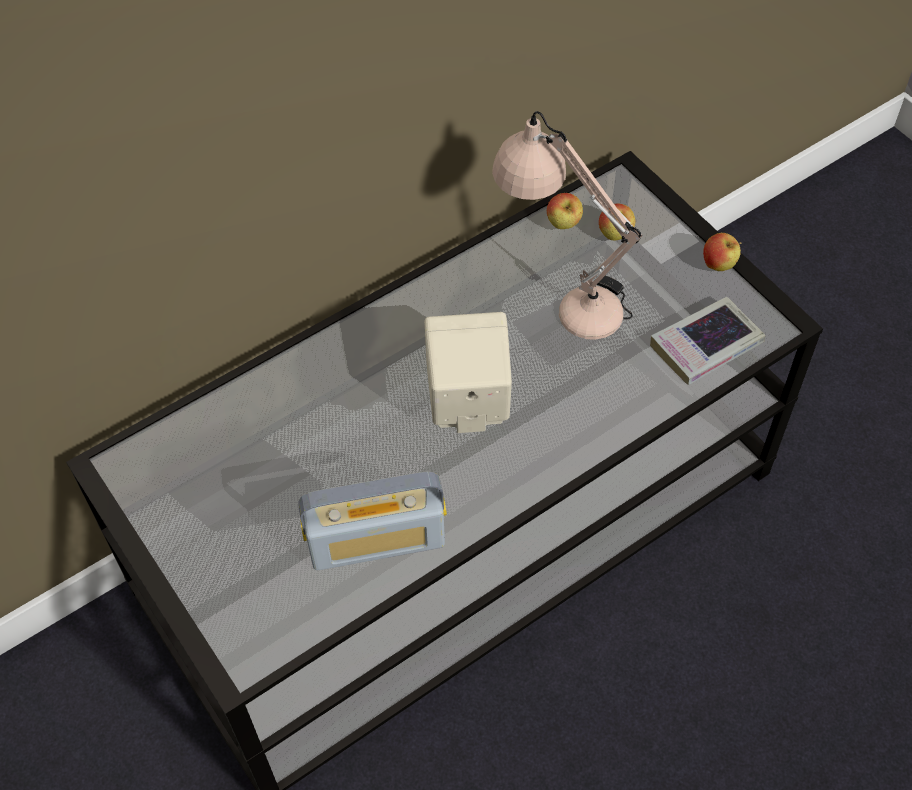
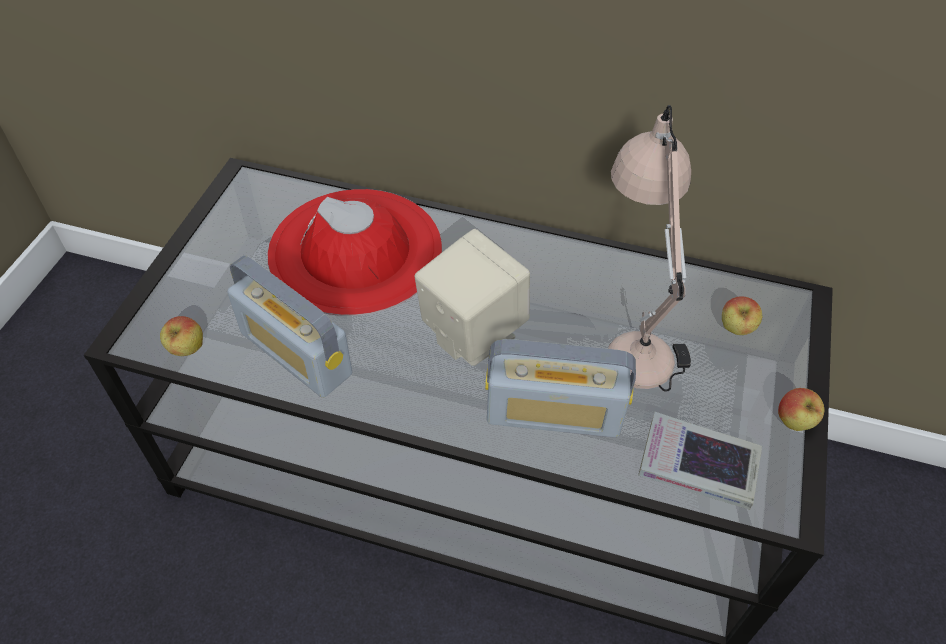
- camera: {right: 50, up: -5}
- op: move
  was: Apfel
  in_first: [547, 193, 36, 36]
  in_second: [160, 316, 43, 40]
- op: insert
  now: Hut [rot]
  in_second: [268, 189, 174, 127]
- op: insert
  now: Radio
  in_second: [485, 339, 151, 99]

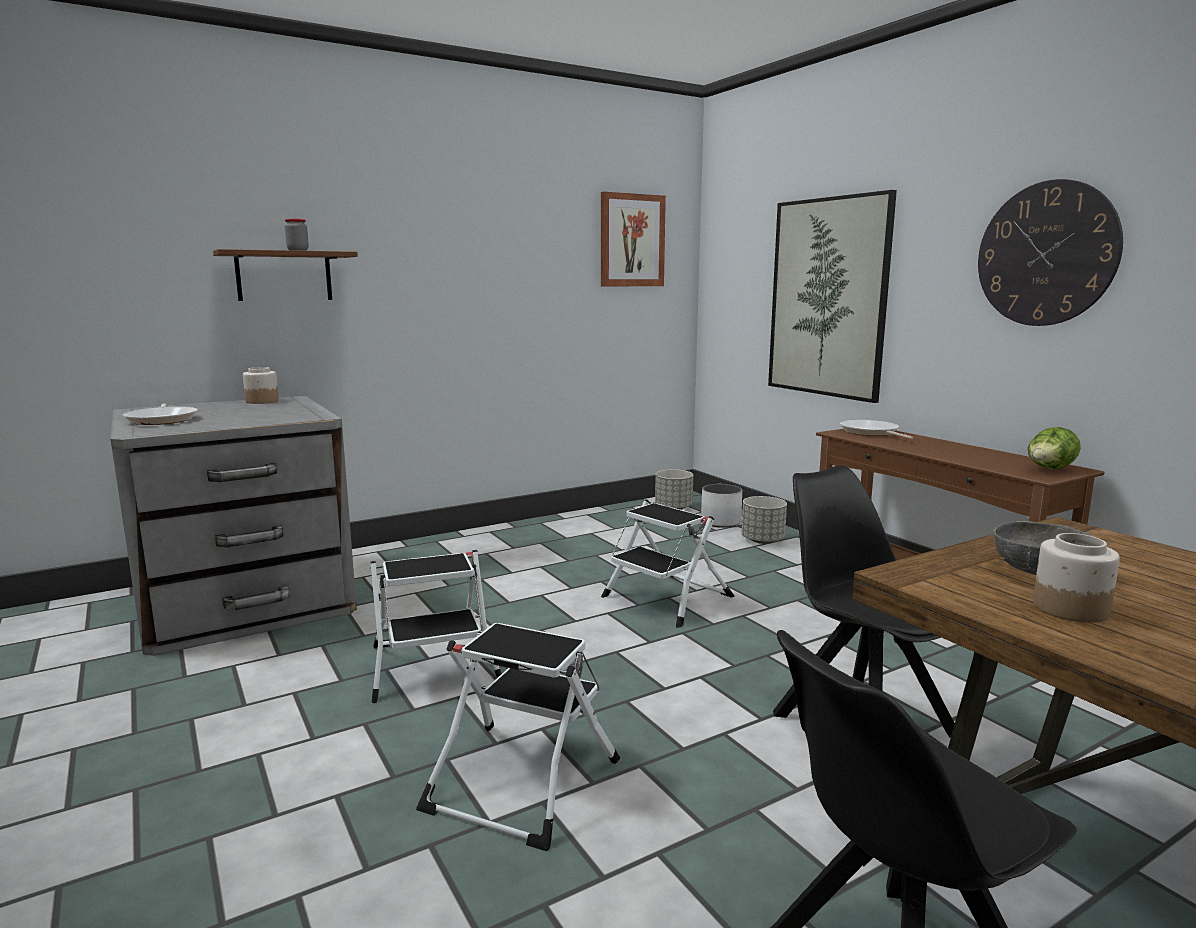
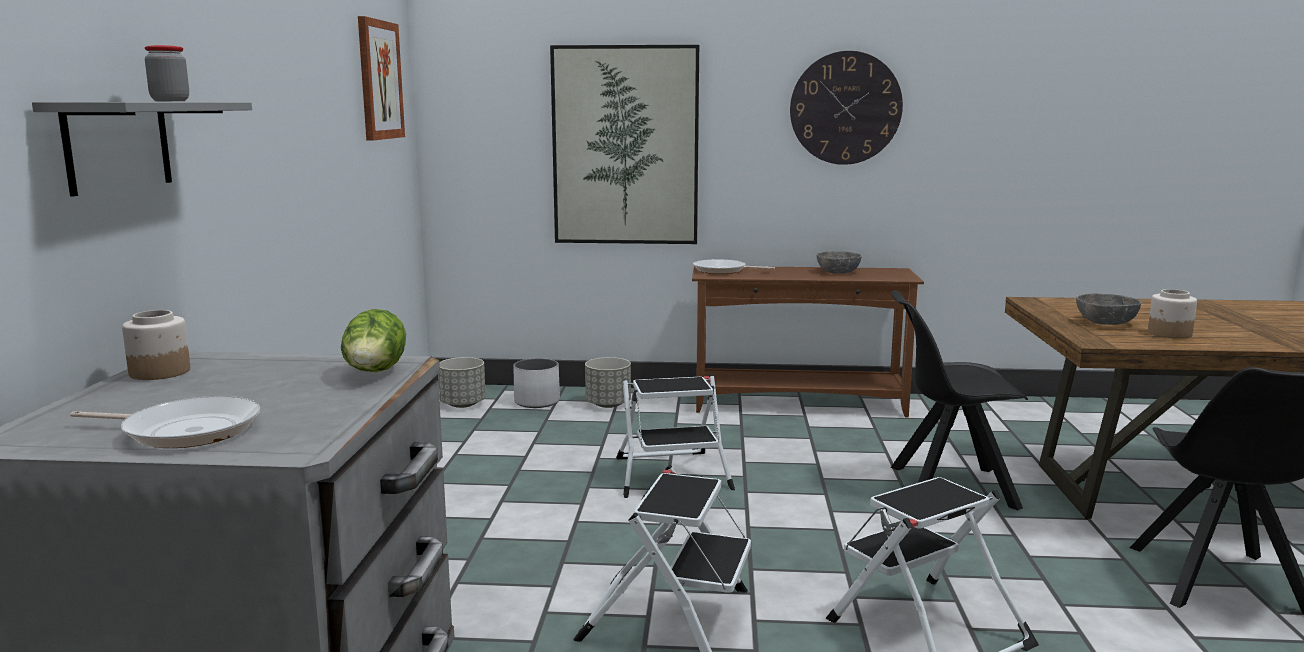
- camera: {right: -55, up: 0}
- op: recolor
  was: Wandregal [braun]
  now: Wandregal [grau]
  in_first: [213, 249, 145, 52]
  in_second: [32, 102, 220, 95]
- op: move
  was: Salatkopf
  in_first: [1028, 427, 53, 42]
  in_second: [341, 309, 65, 63]
- op: insert
  now: Schüssel [grau]
  in_second: [817, 251, 45, 22]

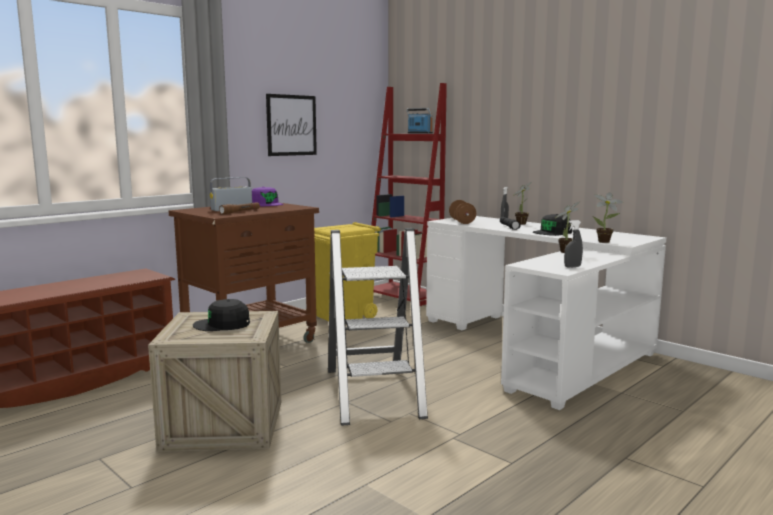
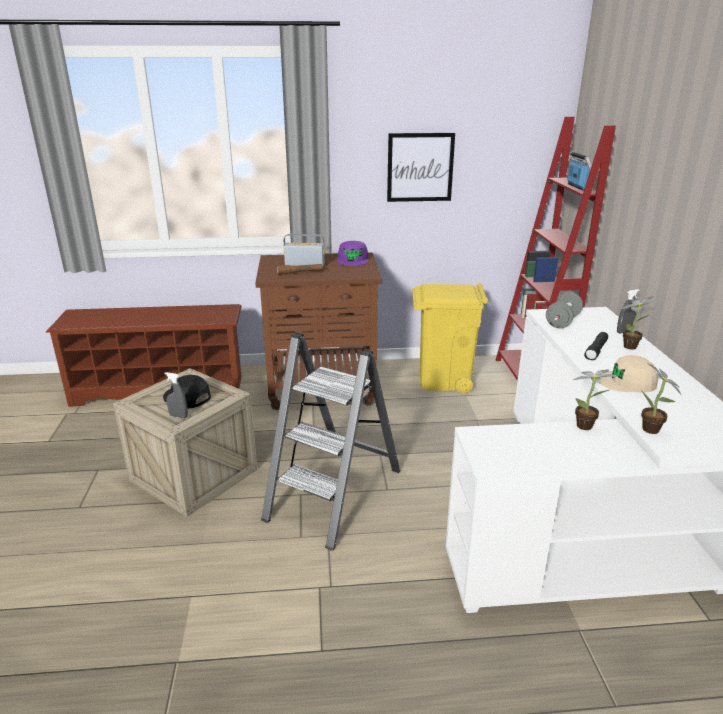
- camera: {right: 40, up: 15}
- op: recolor
  was: Hantel [braun]
  now: Hantel [grau]
  in_first: [449, 200, 27, 24]
  in_second: [546, 292, 37, 37]
- op: recolor
  was: Kappe [schwarz]
  now: Kappe [beige]
  in_first: [533, 214, 39, 22]
  in_second: [599, 355, 59, 38]
- op: move
  was: Sprühflasche [grau]
  in_first: [564, 220, 19, 48]
  in_second: [164, 372, 24, 46]

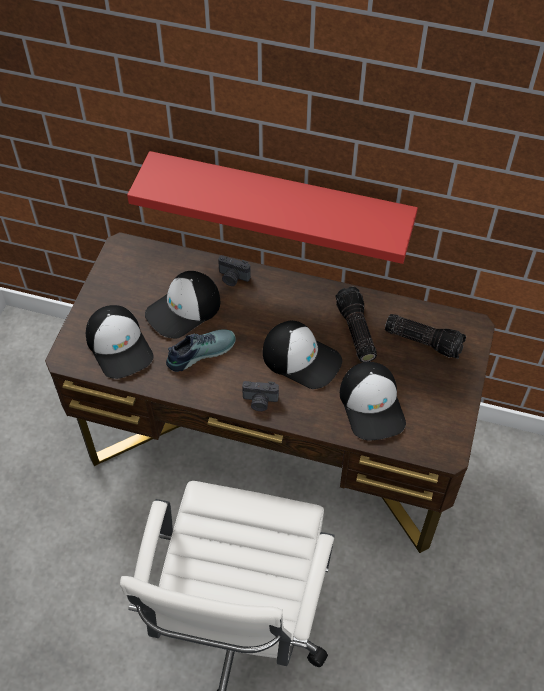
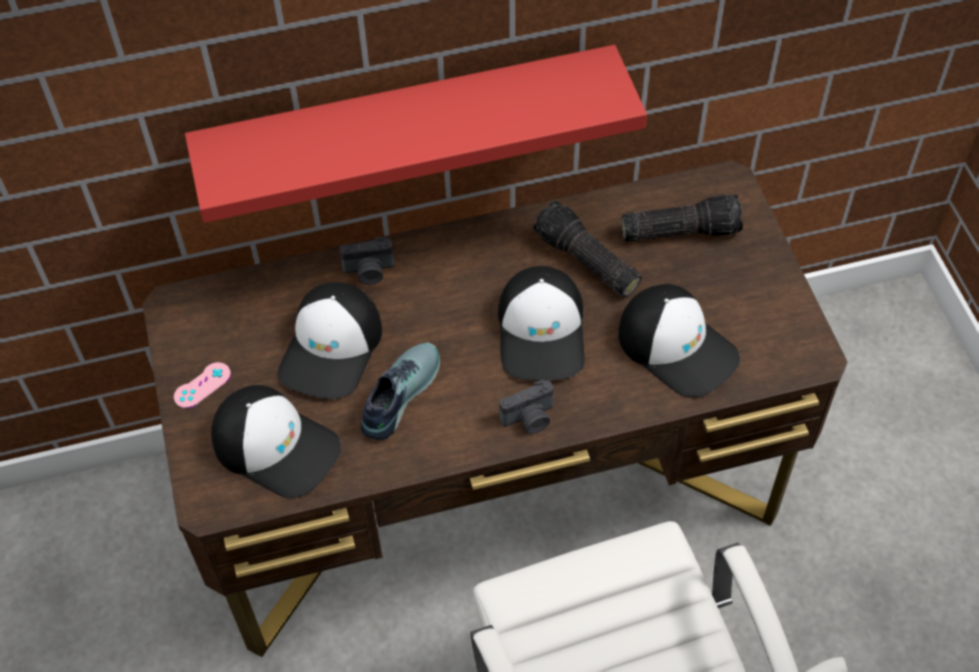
- camera: {right: -30, up: 0}
- op: rotate
  was: Kappe
  in_first: [263, 321, 79, 68]
  in_second: [498, 266, 87, 115]
  clockwise: 90
- op: insert
  now: Gamepad [rosa]
  in_second: [174, 362, 57, 46]

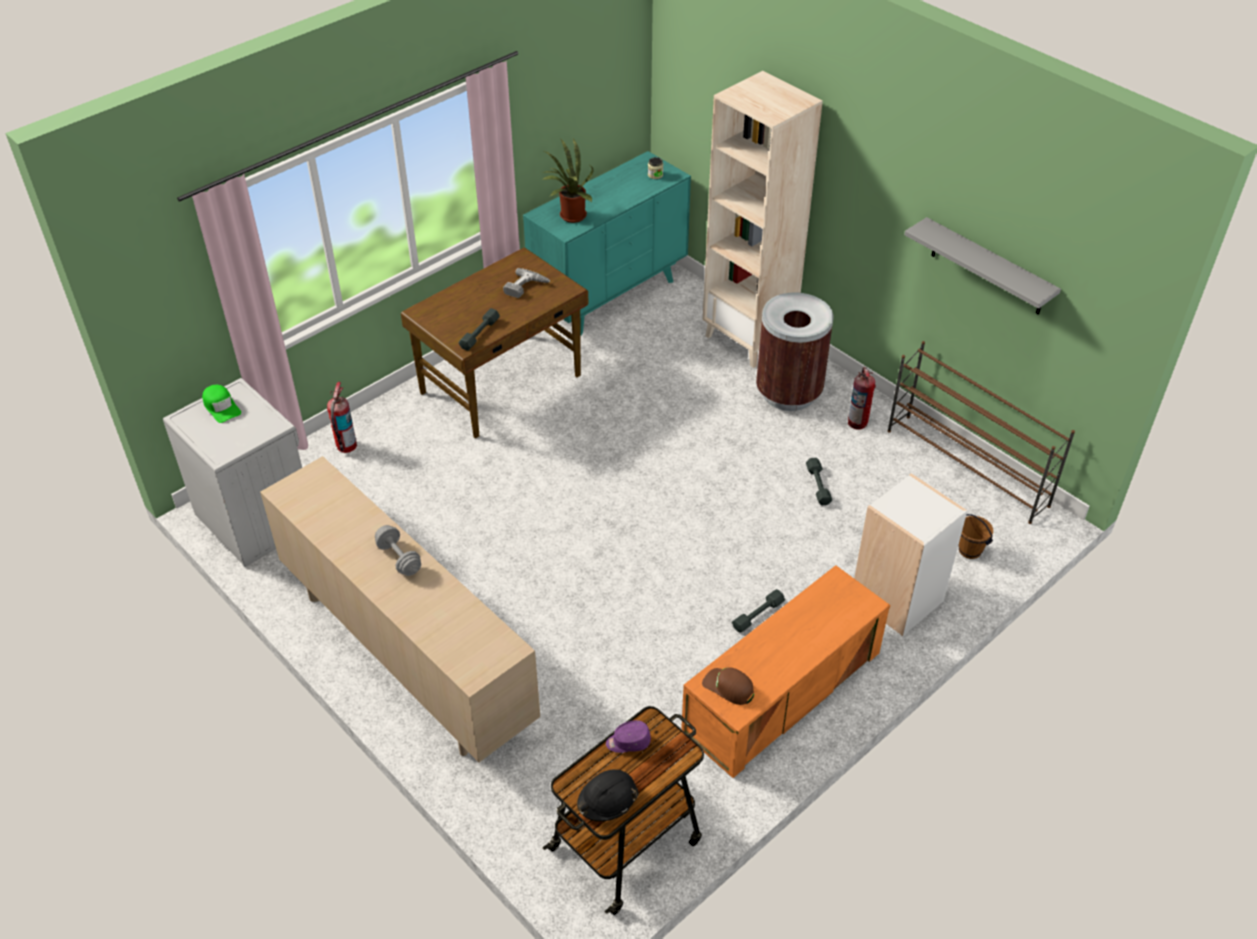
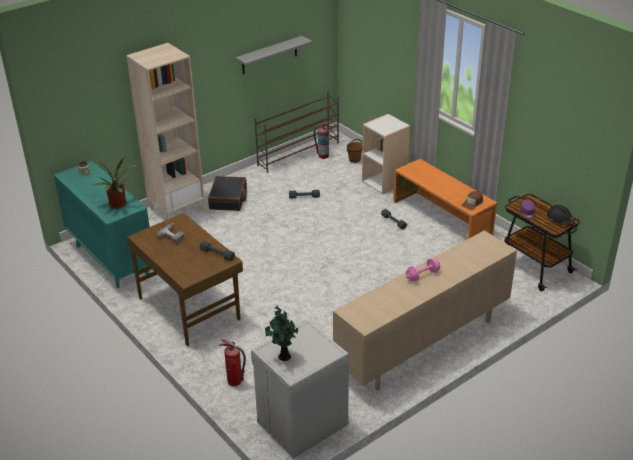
- camera: {right: -85, up: -10}
- op: replace
  was: Kappe [grün]
  now: Topfpflanze
  in_first: [202, 385, 39, 38]
  in_second: [265, 305, 33, 56]
- op: recolor
  was: Hantel [grau]
  now: Hantel [rosa]
  in_first: [375, 525, 46, 51]
  in_second: [406, 258, 34, 23]
- op: replace
  was: Mülleimer [braun]
  now: Koffer [schwarz]
  in_first: [756, 292, 77, 119]
  in_second: [208, 176, 39, 35]
- op: move
  was: Feuerlöscher
  in_first: [848, 367, 28, 63]
  in_second: [314, 122, 19, 37]

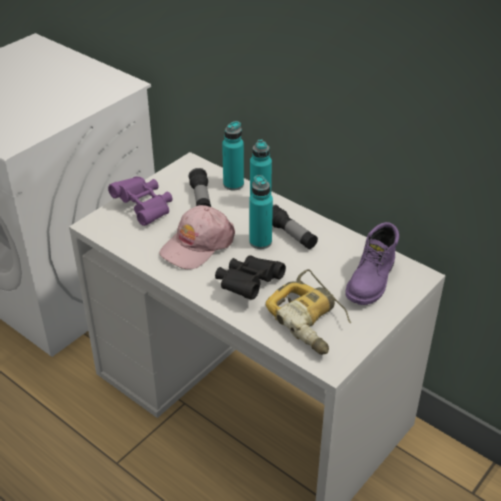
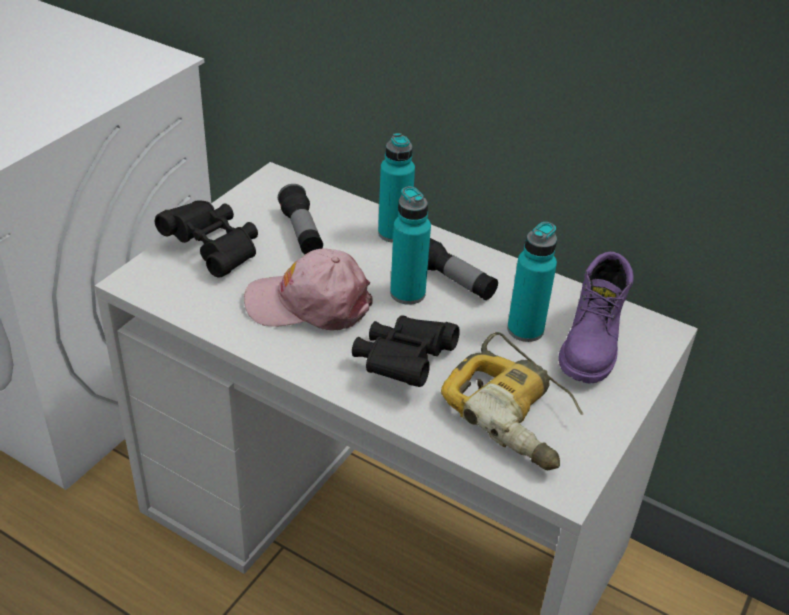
- camera: {right: -10, up: 0}
- op: recolor
  was: Fernglas [lila]
  now: Fernglas [schwarz]
  in_first: [108, 176, 64, 50]
  in_second: [155, 200, 103, 78]
- op: rotate
  was: Kappe [rosa]
  in_first: [159, 205, 76, 65]
  in_second: [244, 248, 129, 82]
  clockwise: 60
- op: move
  was: Flasche [türkis]
  in_first: [222, 121, 22, 69]
  in_second: [507, 222, 50, 120]

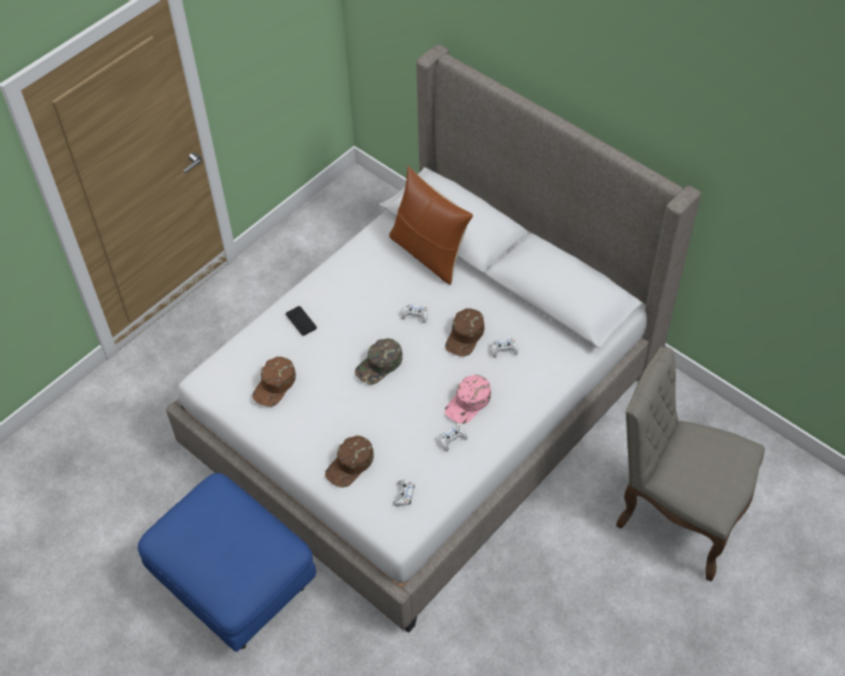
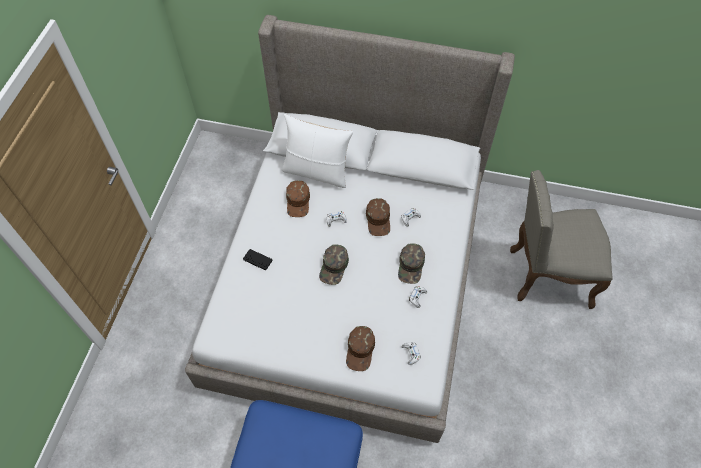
- camera: {right: -30, up: 5}
- op: move
  was: Kappe [braun]
  in_first: [252, 356, 44, 51]
  in_second: [286, 180, 24, 37]
- op: recolor
  was: Kissen [braun]
  now: Kissen [weiß]
  in_first: [389, 166, 84, 119]
  in_second: [281, 114, 72, 74]
- op: recolor
  was: Kappe [rosa]
  now: Kappe [grün]
  in_first: [445, 374, 46, 50]
  in_second: [398, 243, 27, 41]

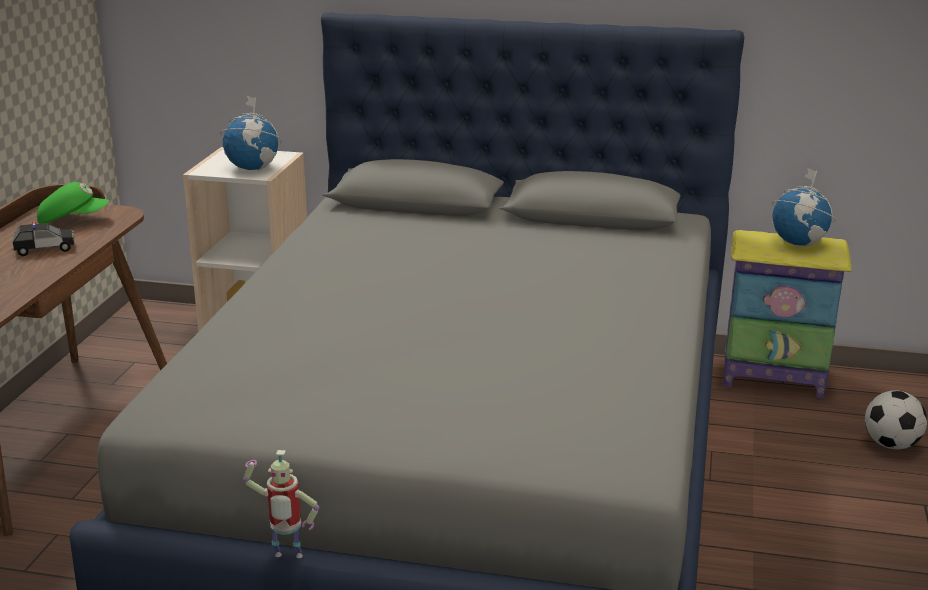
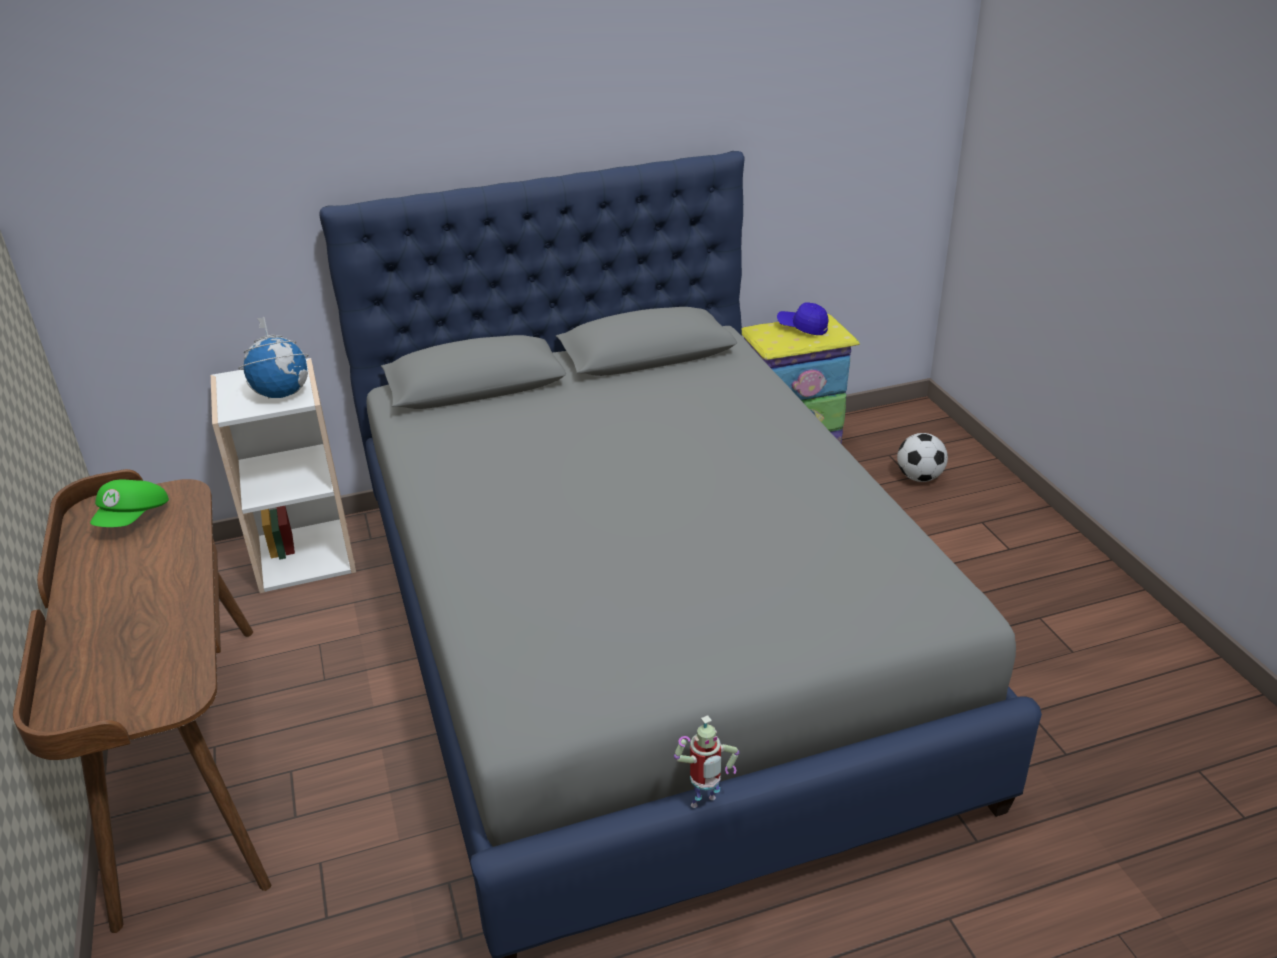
- camera: {right: -30, up: 10}
- op: delete
  was: Spielzeugauto
  in_first: [12, 221, 62, 35]
- op: rotate
  was: Kappe [grün]
  in_first: [37, 182, 72, 42]
  in_second: [90, 480, 79, 47]
  clockwise: 135
- op: replace
  was: Globus
  now: Kappe [blau]
  in_first: [772, 168, 64, 79]
  in_second: [777, 302, 51, 33]

